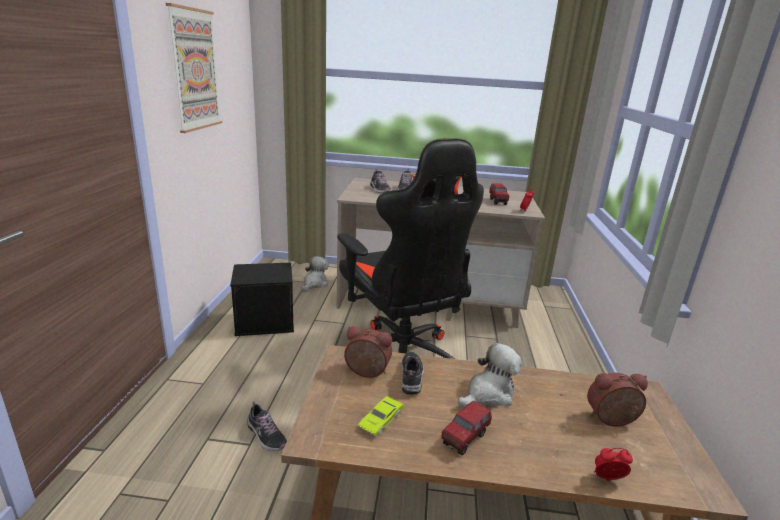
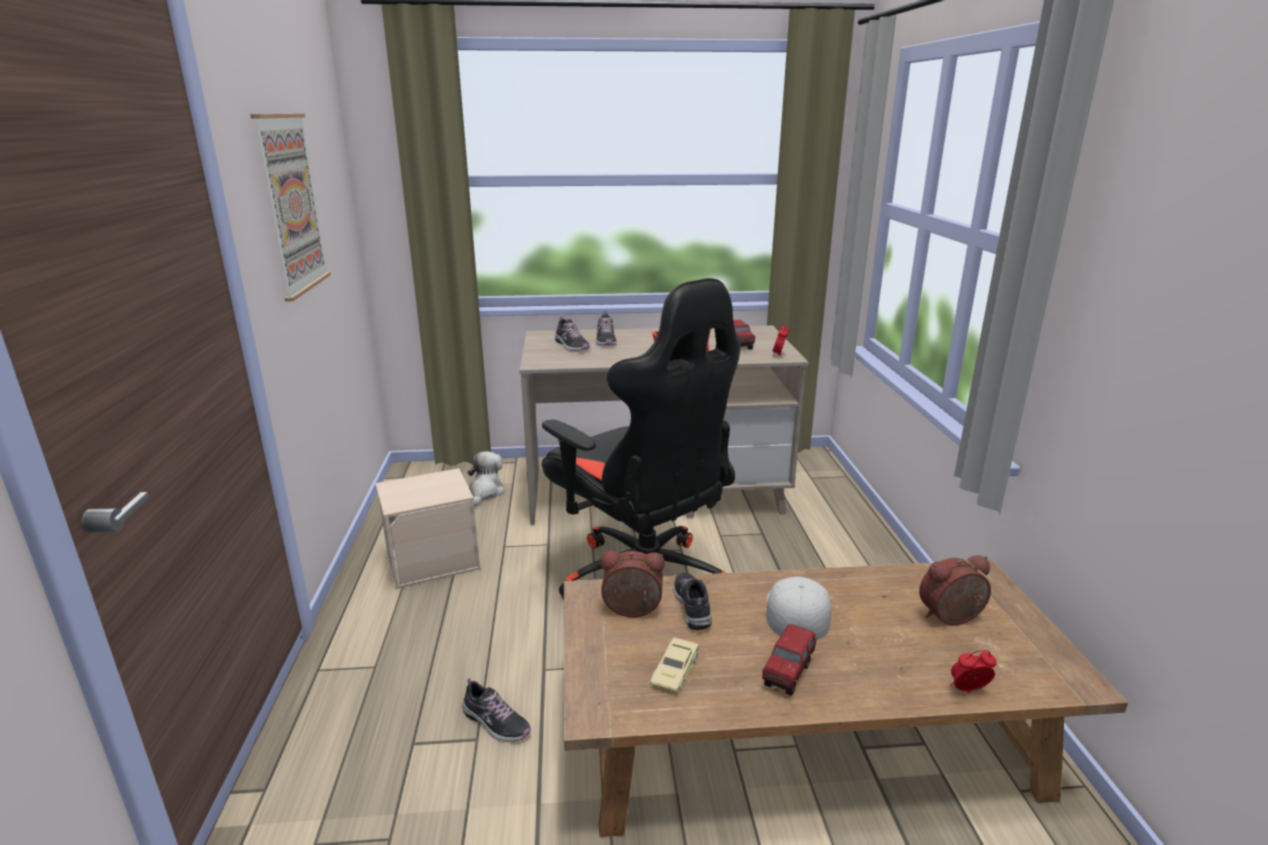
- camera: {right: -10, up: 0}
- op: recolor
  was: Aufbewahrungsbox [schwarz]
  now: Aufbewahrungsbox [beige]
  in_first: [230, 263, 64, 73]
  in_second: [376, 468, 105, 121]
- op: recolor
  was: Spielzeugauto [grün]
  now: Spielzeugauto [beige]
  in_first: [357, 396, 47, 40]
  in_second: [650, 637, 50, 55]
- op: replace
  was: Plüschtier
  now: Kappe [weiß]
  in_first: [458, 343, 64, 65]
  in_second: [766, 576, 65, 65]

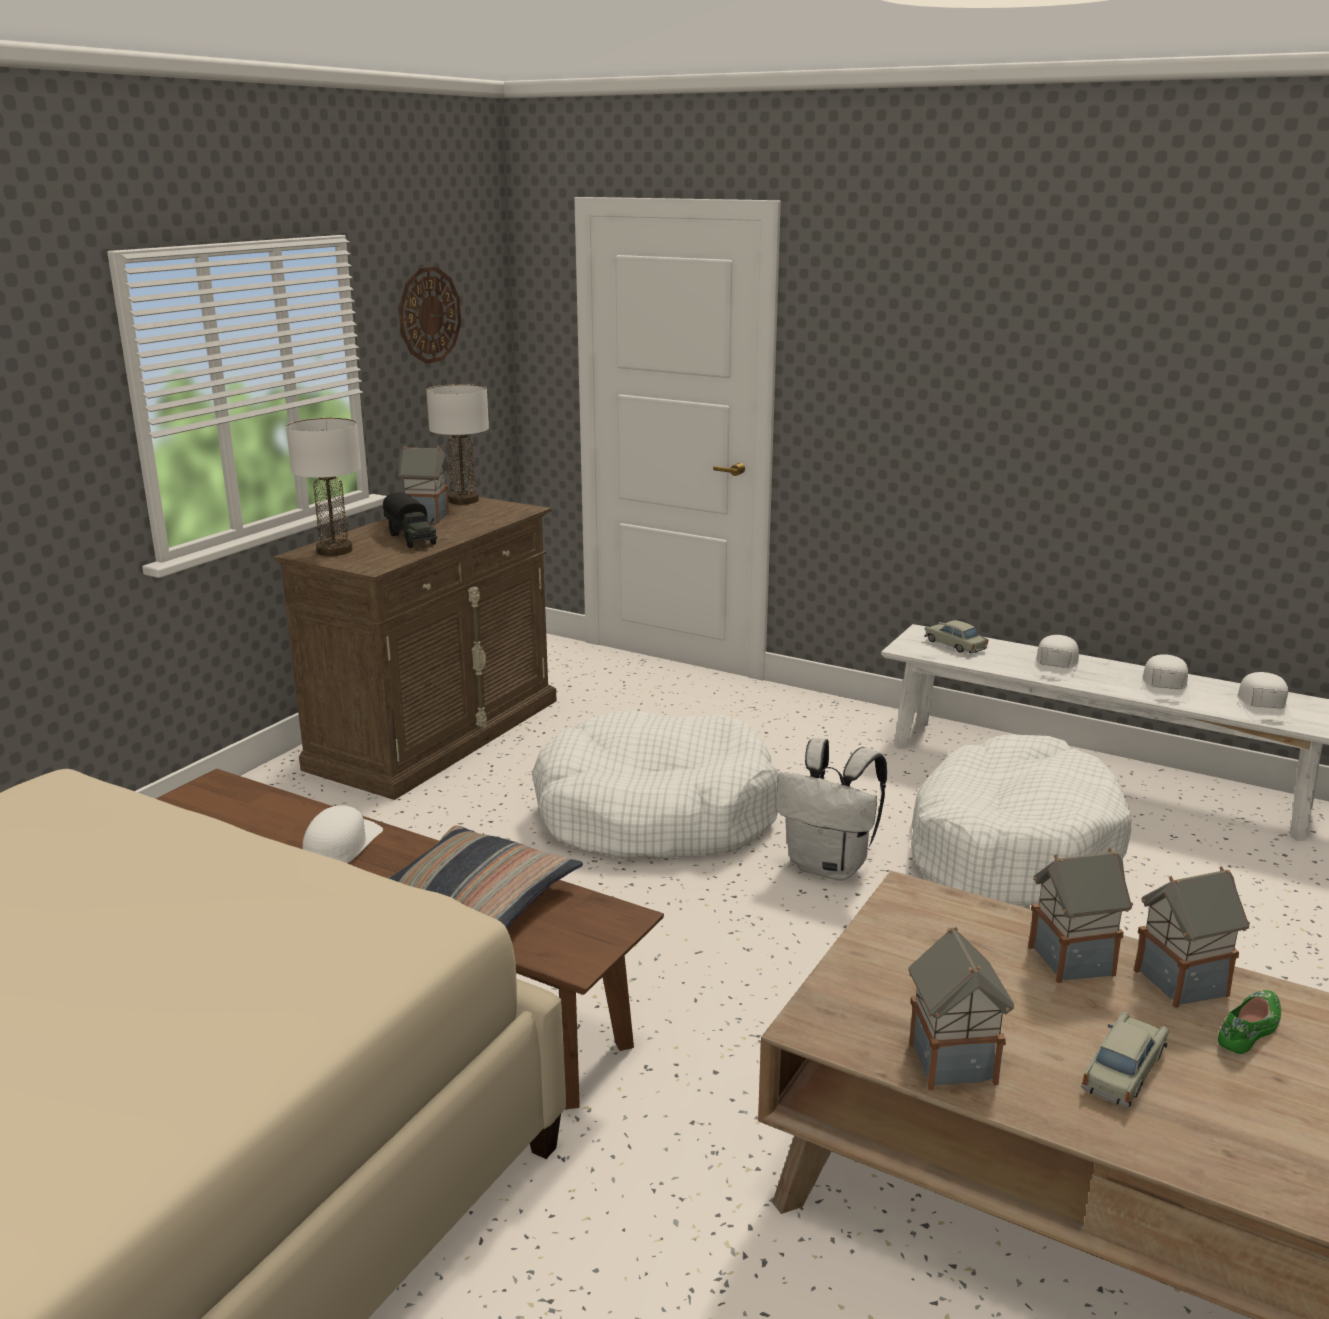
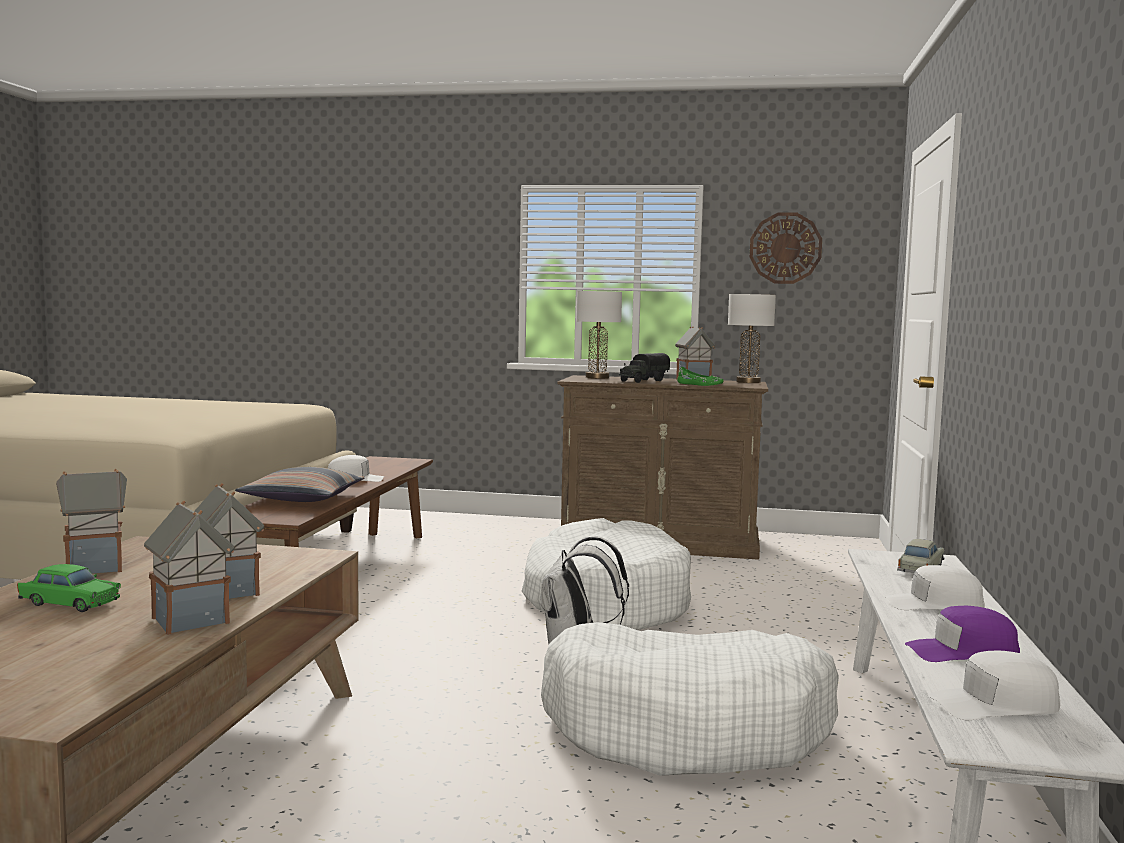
- camera: {right: 70, up: -15}
- op: recolor
  was: Spielzeugauto [beige]
  now: Spielzeugauto [grün]
  in_first: [1081, 1012, 88, 95]
  in_second: [17, 564, 104, 48]
- op: recolor
  was: Kappe [weiß]
  now: Kappe [lila]
  in_first: [1142, 654, 48, 49]
  in_second: [905, 606, 115, 56]
- op: move
  was: Schuh [grün]
  in_first: [1218, 990, 63, 64]
  in_second: [677, 367, 47, 19]

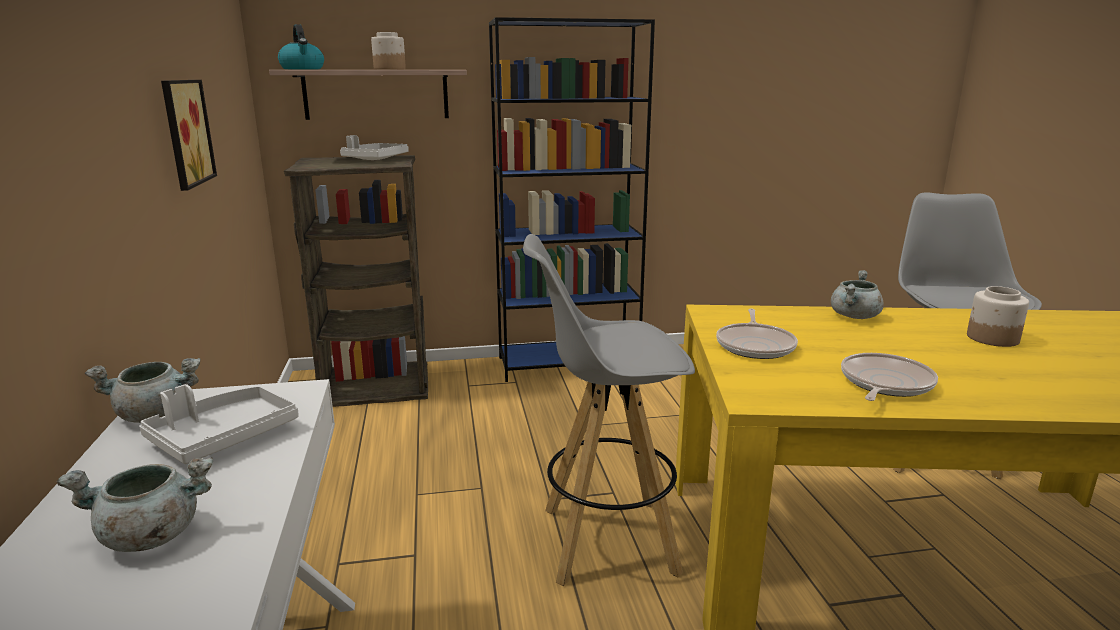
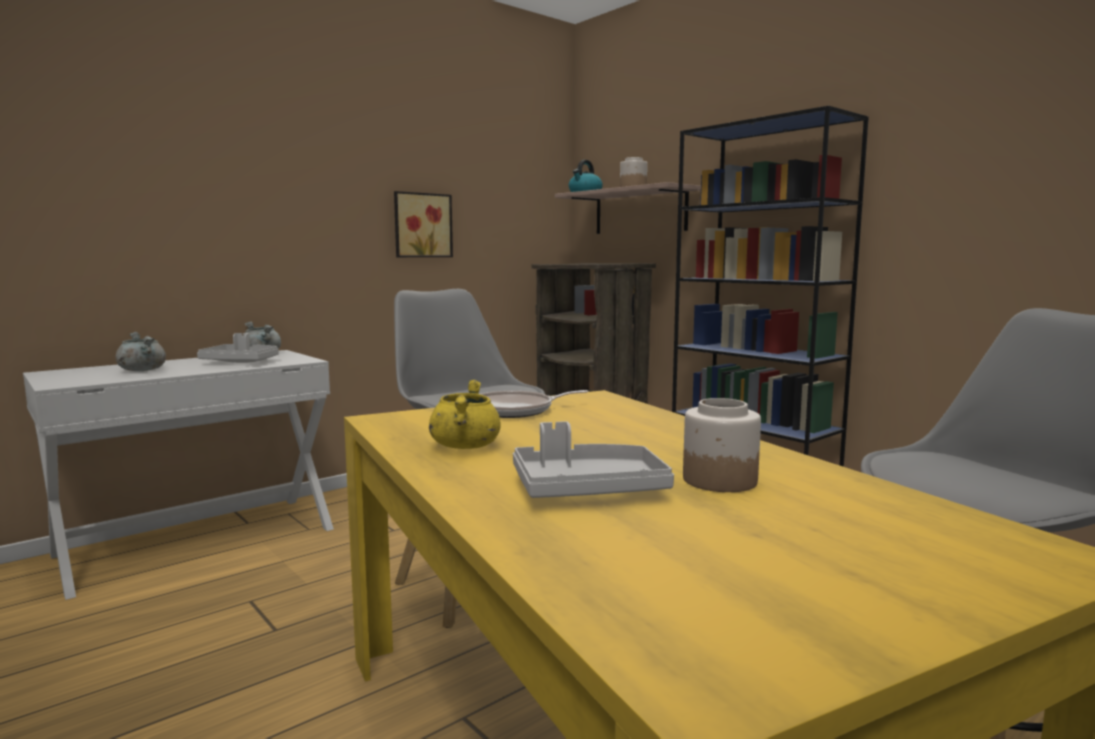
- camera: {right: 60, up: -10}
- op: move
  was: Tablett [grau]
  in_first: [340, 135, 69, 25]
  in_second: [513, 421, 161, 77]
- op: delete
  was: Kochtopf [grau]
  in_first: [831, 270, 53, 49]
- op: replace
  was: Pfanne
  now: Kochtopf [gelb]
  in_first: [841, 353, 97, 48]
  in_second: [429, 380, 72, 69]

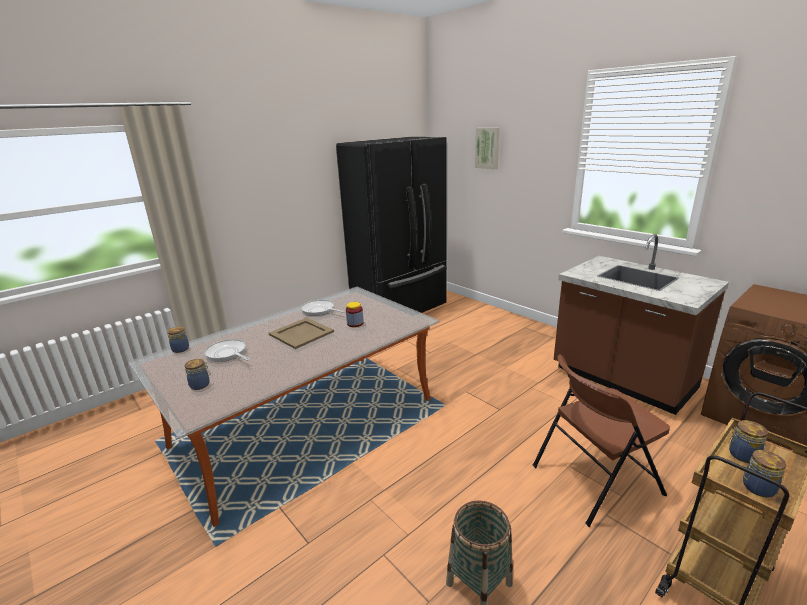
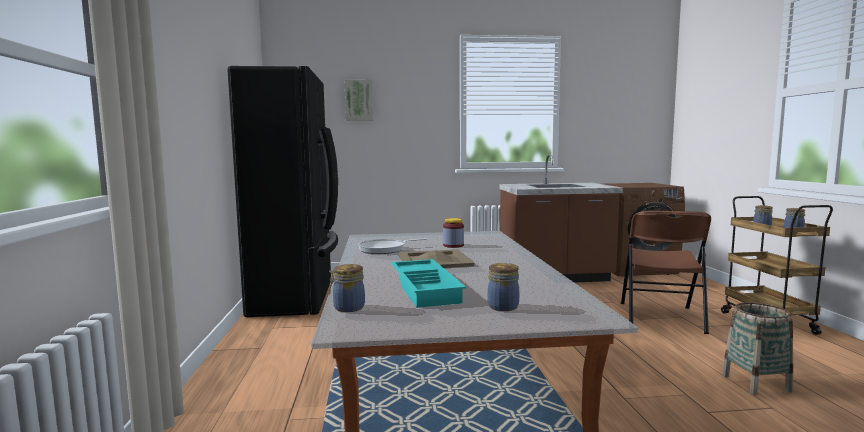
- camera: {right: -55, up: -15}
- op: replace
  was: Pfanne
  now: Tablett [türkis]
  in_first: [204, 339, 46, 23]
  in_second: [391, 259, 75, 49]

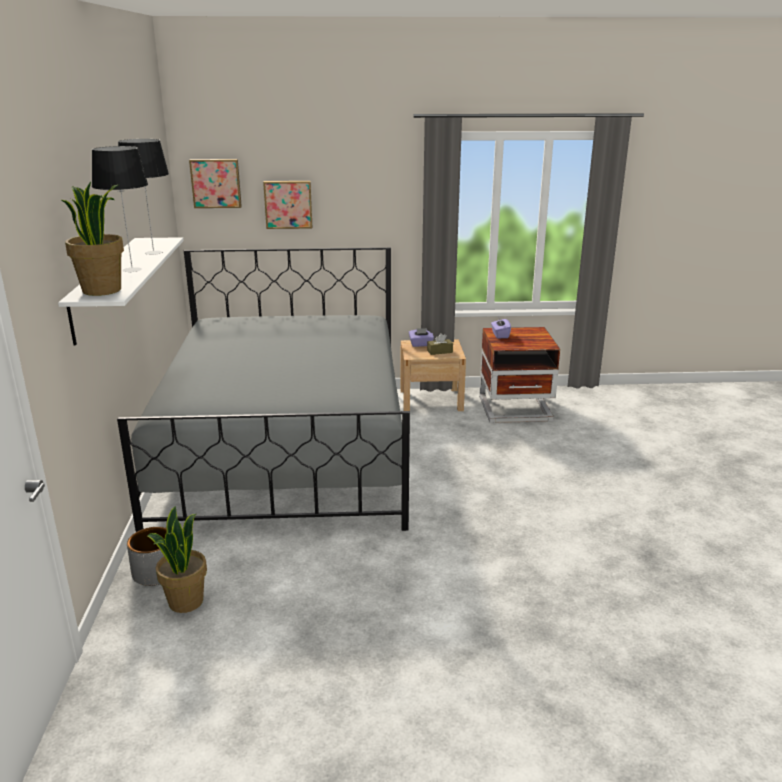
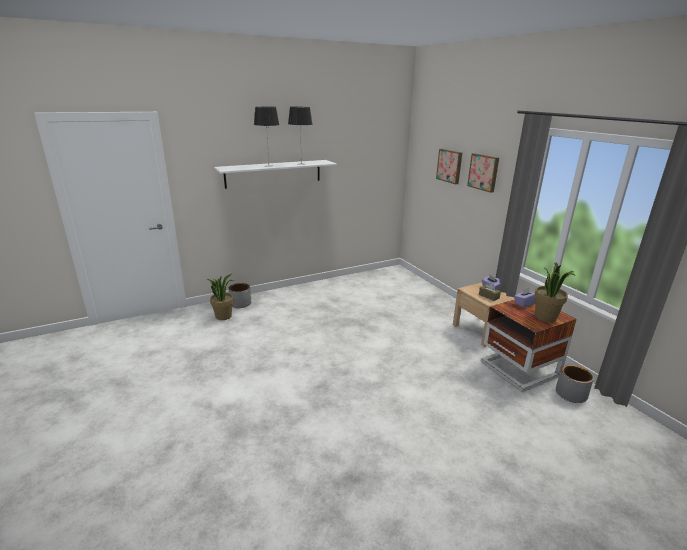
- camera: {right: 65, up: 0}
- op: move
  was: Topfpflanze
  in_first: [61, 182, 63, 114]
  in_second: [534, 262, 40, 60]
- op: delete
  was: Bett [grau]
  in_first: [117, 248, 293, 284]
- op: move
  was: Bild
  in_first: [189, 159, 53, 49]
  in_second: [467, 153, 32, 40]
- op: insert
  now: Pflanzkübel [grau]
  in_second: [556, 365, 38, 38]

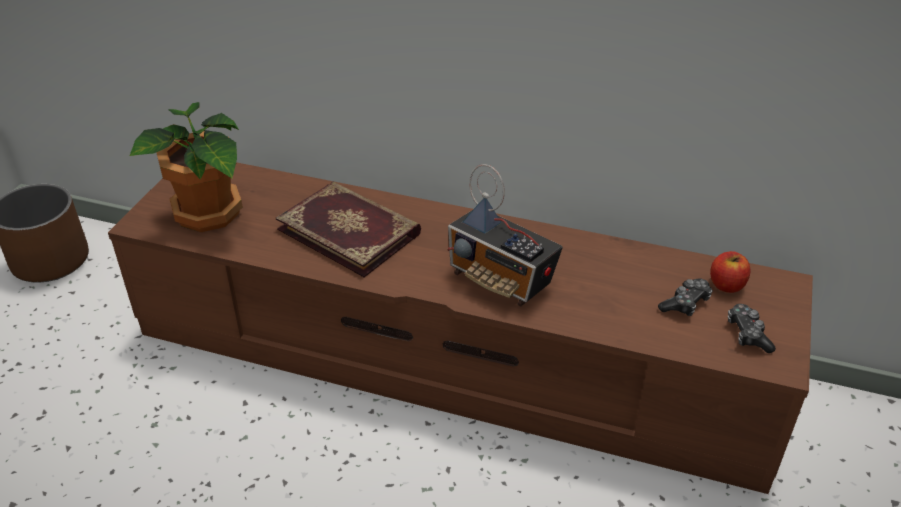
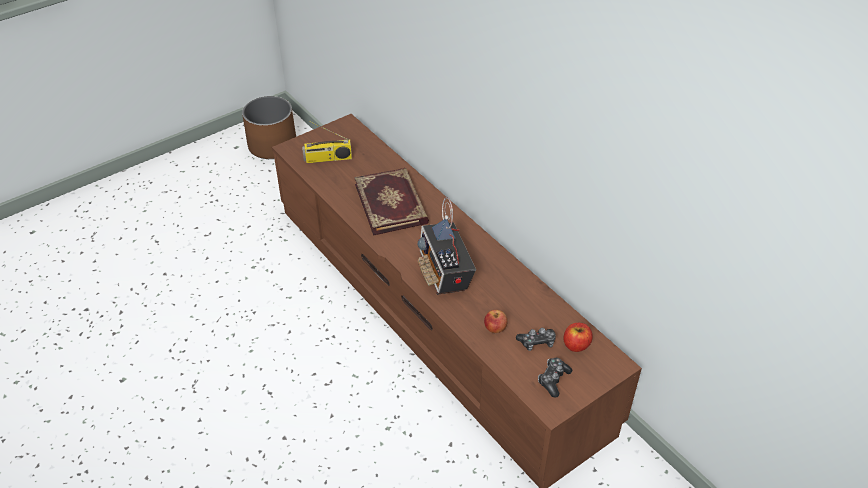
- camera: {right: 35, up: 5}
- op: replace
  was: Topfpflanze
  now: Radio
  in_first: [130, 102, 113, 130]
  in_second: [302, 121, 50, 42]
- op: insert
  now: Apfel
  in_second: [484, 310, 23, 23]

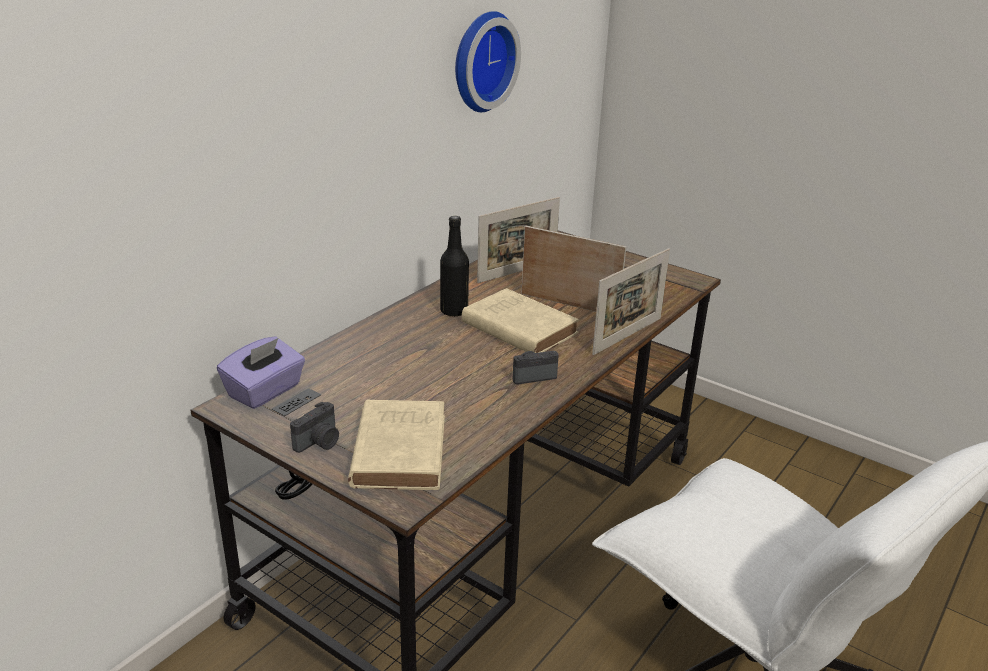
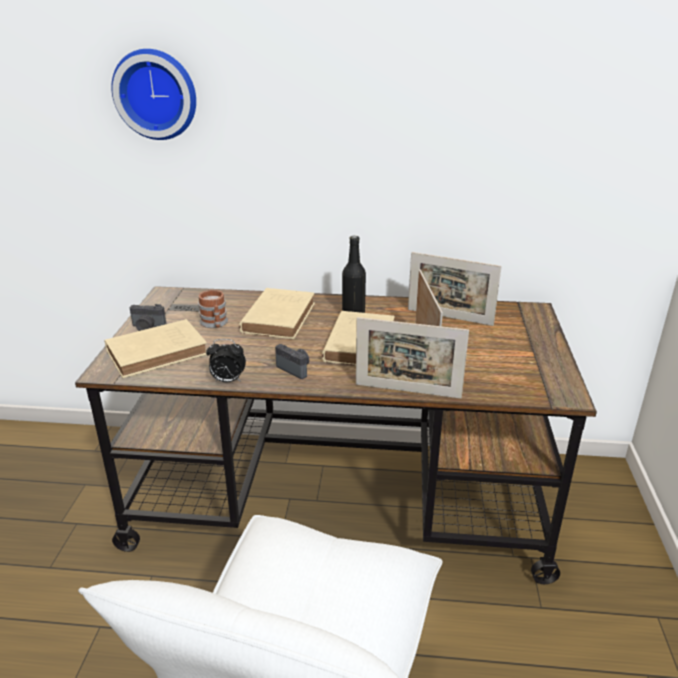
- camera: {right: 60, up: 0}
- op: delete
  was: Taschentuchbox [lila]
  in_first: [217, 336, 88, 73]
- op: move
  was: Wanduhr
  in_first: [455, 11, 66, 101]
  in_second: [111, 49, 85, 91]
- op: insert
  now: Henkelbecher
  in_second: [198, 289, 30, 39]
- op: insert
  now: Wecker
  in_second: [206, 339, 40, 43]
- op: insert
  now: Buch [beige]
  in_second: [239, 288, 76, 51]

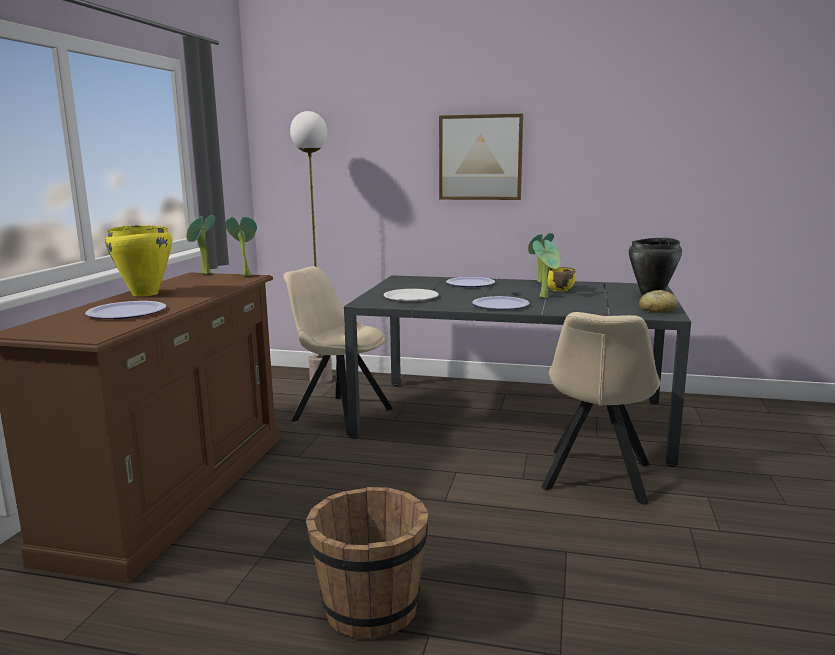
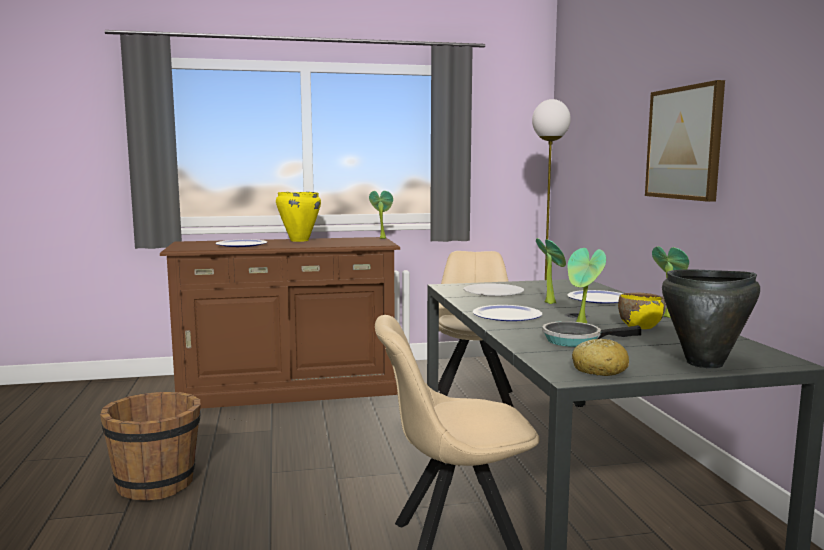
- camera: {right: 65, up: -5}
- op: move
  was: Topfpflanze
  in_first: [225, 217, 32, 59]
  in_second: [536, 238, 30, 66]
- op: insert
  now: Pfanne
  in_second: [542, 321, 99, 26]

